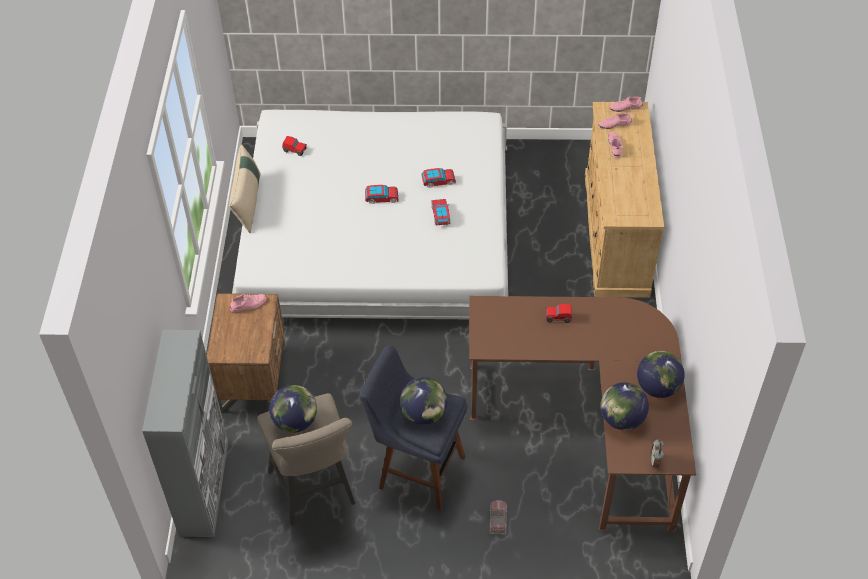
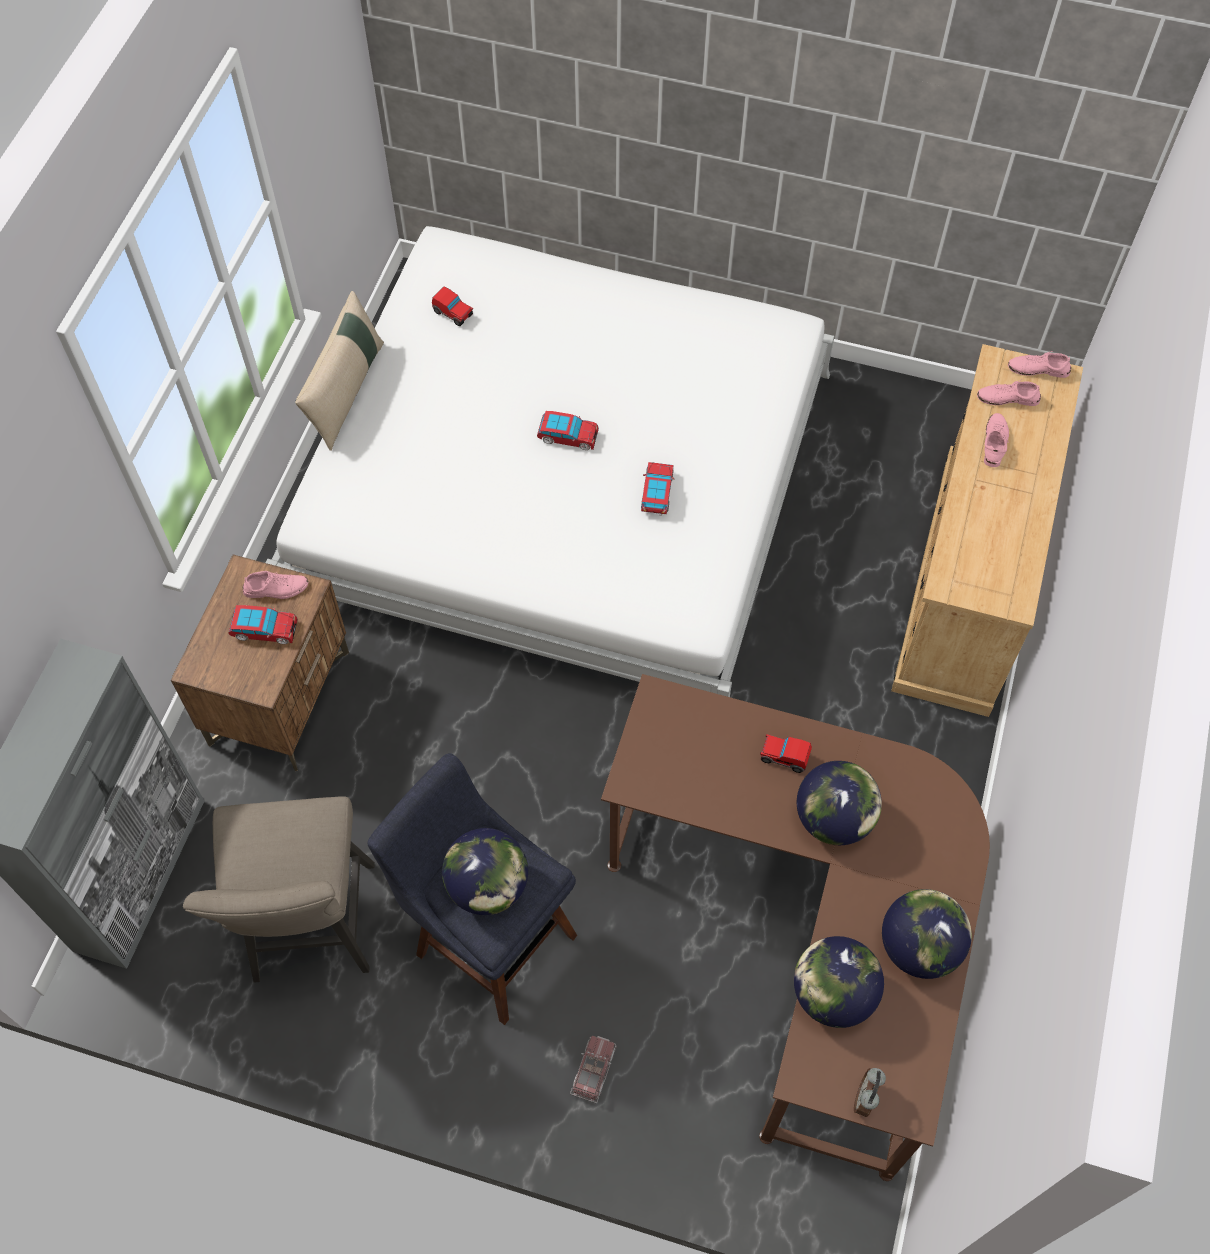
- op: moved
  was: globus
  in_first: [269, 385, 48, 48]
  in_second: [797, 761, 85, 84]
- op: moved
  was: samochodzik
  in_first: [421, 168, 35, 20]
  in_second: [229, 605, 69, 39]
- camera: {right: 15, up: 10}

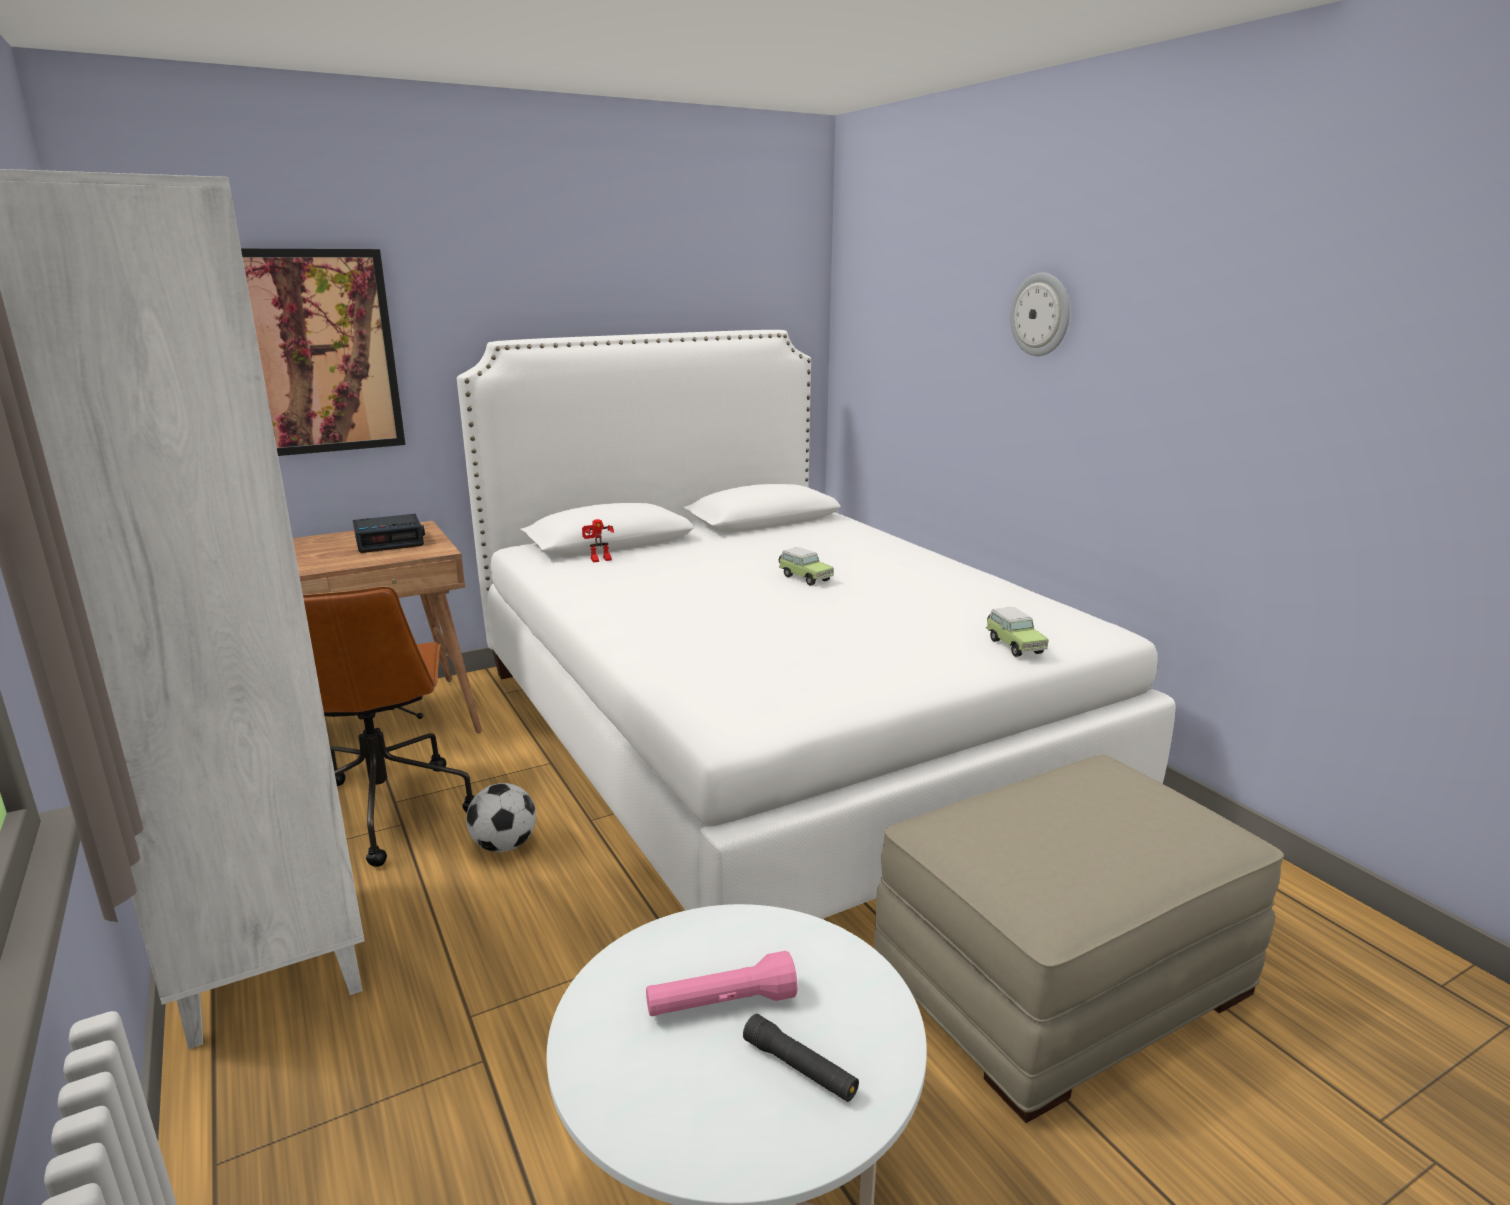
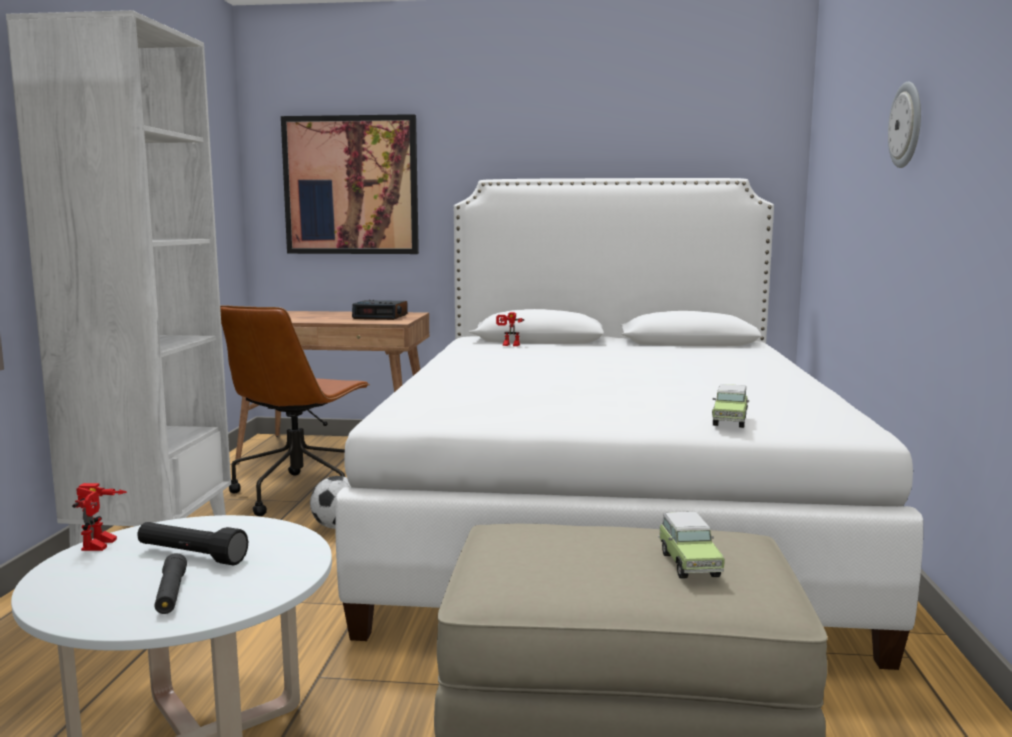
- op: recoloured
  was: latarka (różowy)
  now: latarka (czarny)
  in_first: [646, 951, 152, 65]
  in_second: [137, 522, 111, 44]
- op: moved
  was: samochodzik
  in_first: [779, 547, 55, 38]
  in_second: [658, 512, 67, 67]
- op: added
  now: robot zabawkowy
  in_second: [72, 483, 55, 68]
- camera: {right: 35, up: -10}

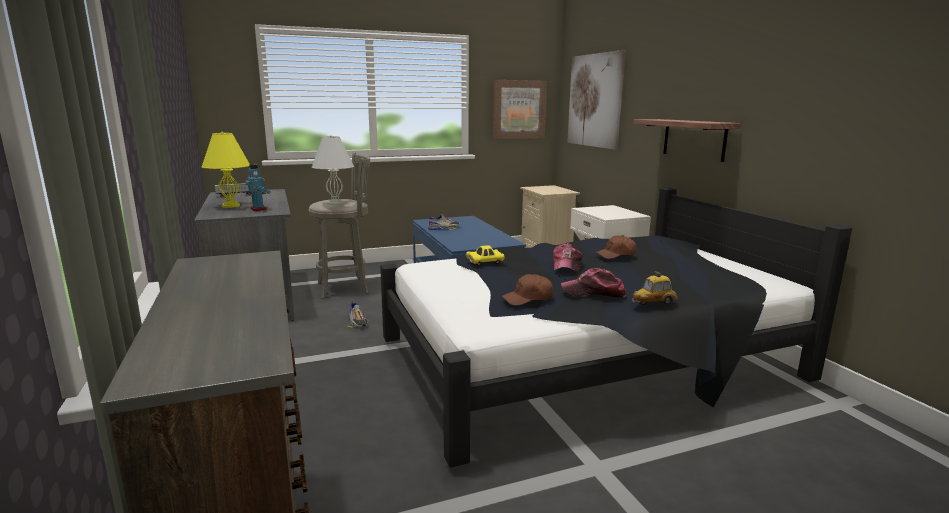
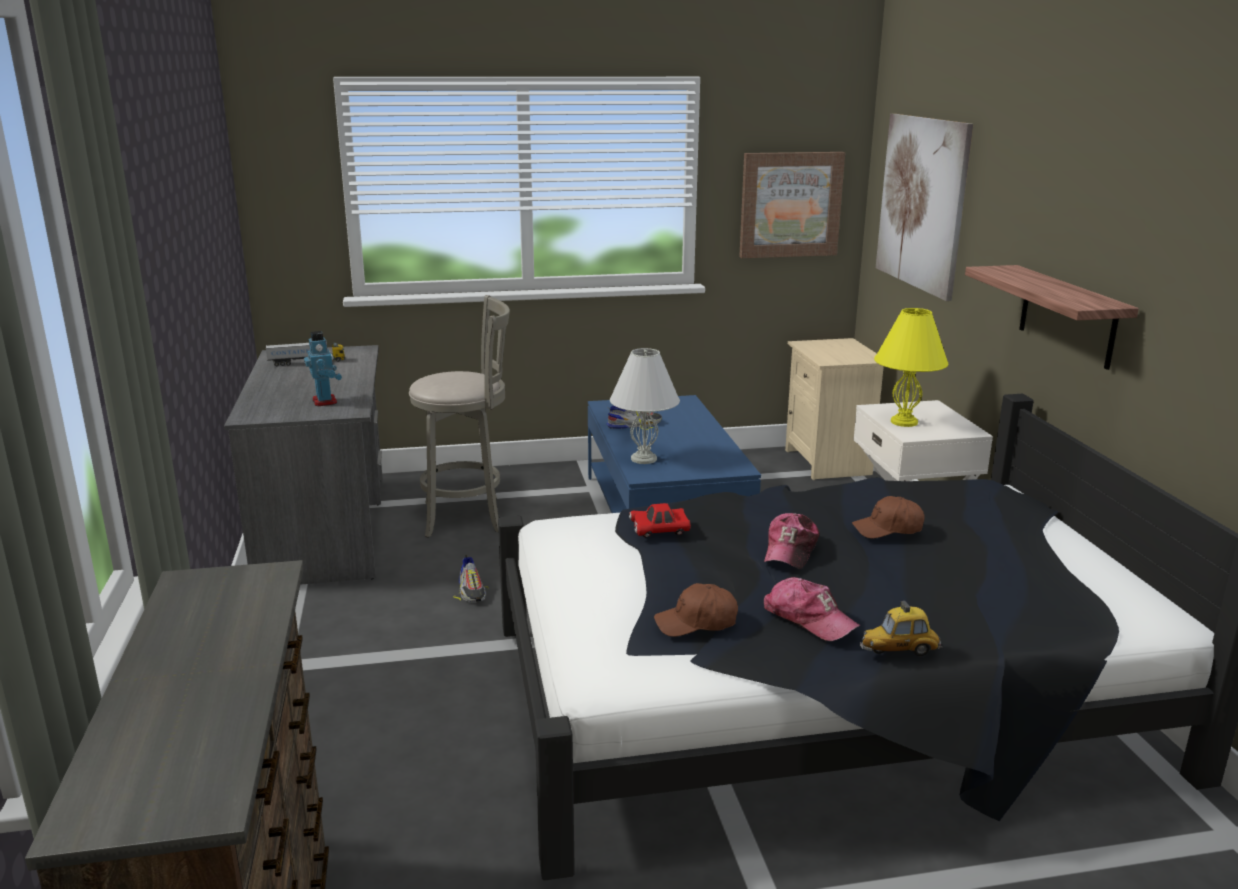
- op: moved
  was: lampa stołowa (żółty)
  in_first: [201, 132, 49, 76]
  in_second: [874, 308, 74, 119]
- op: moved
  was: lampa stołowa (biały)
  in_first: [312, 135, 42, 70]
  in_second: [610, 348, 70, 116]
- op: recoloured
  was: samochodzik (żółty)
  now: samochodzik (czerwony)
  in_first: [465, 245, 39, 21]
  in_second: [629, 503, 62, 34]
- op: turned
  was: czapka z daszkiem
  in_first: [561, 268, 65, 30]
  in_second: [764, 577, 96, 64]
  clockwise: -150
- camera: {right: 10, up: 5}

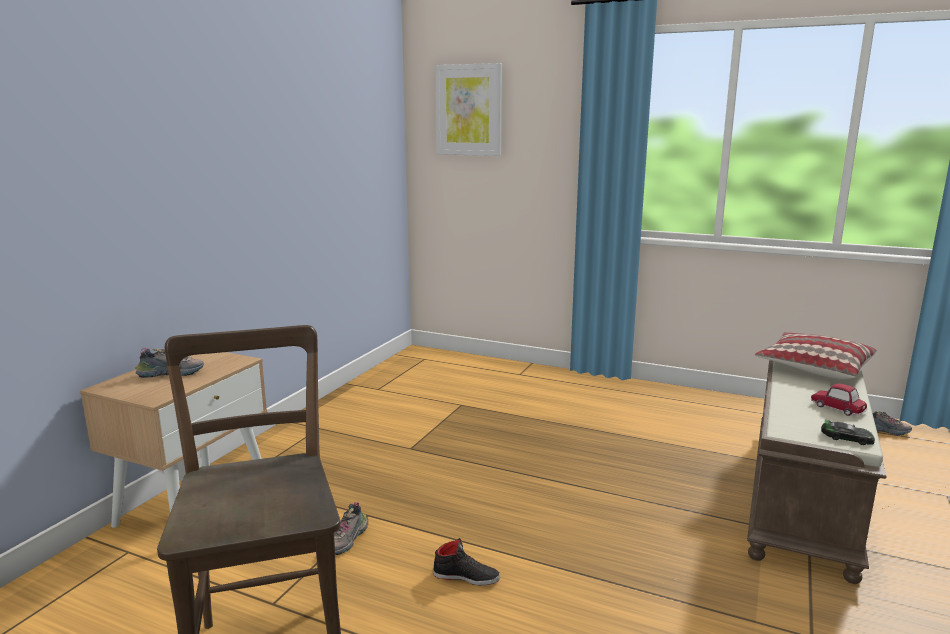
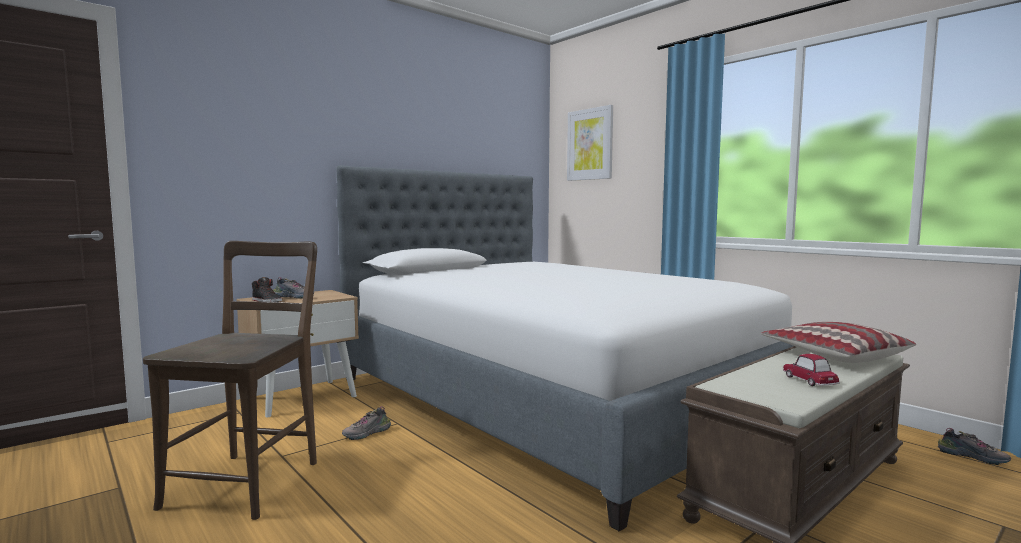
- op: moved
  was: but (czarny)
  in_first: [433, 538, 67, 48]
  in_second: [252, 277, 30, 25]
- op: removed
  was: samochodzik
  in_first: [821, 420, 54, 25]
- op: added
  now: łóżko
  in_second: [336, 165, 457, 366]
- camera: {right: 25, up: -10}

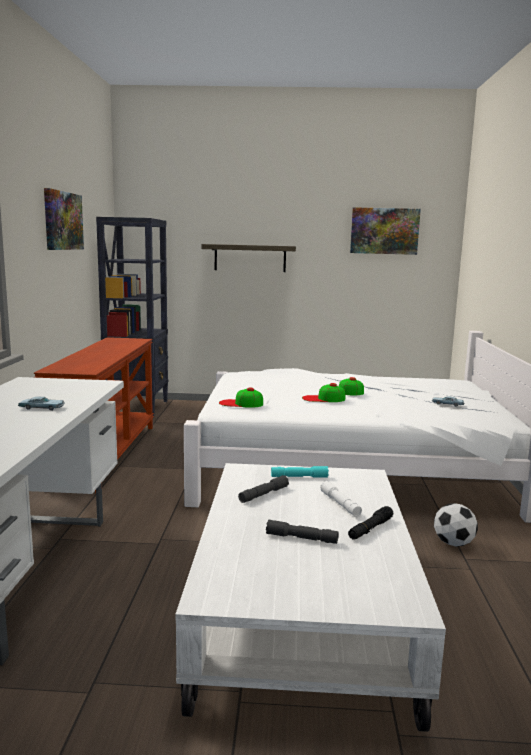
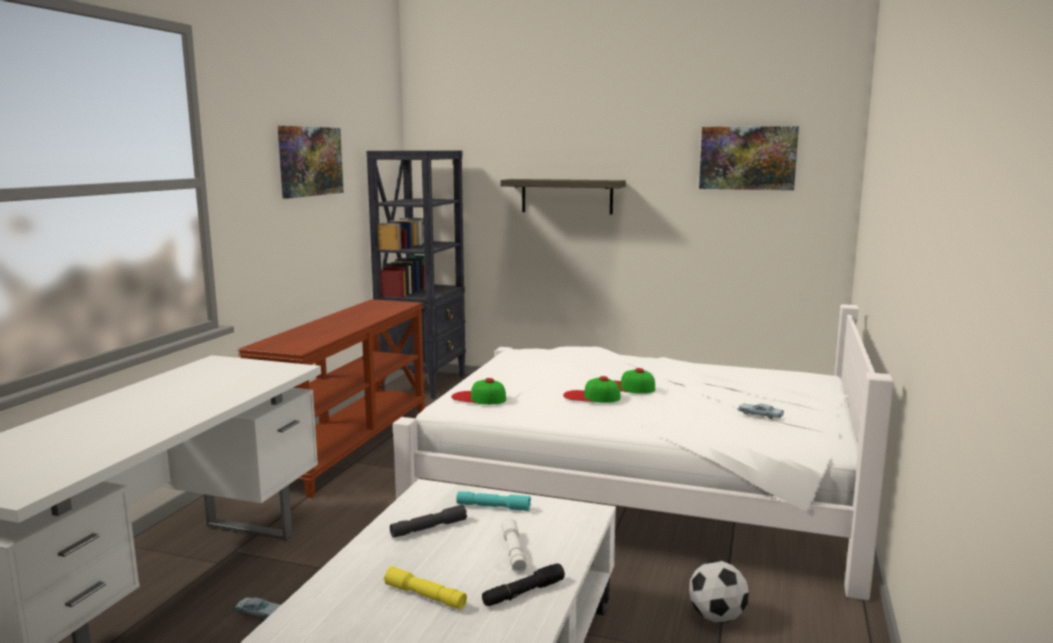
- op: moved
  was: samochodzik (niebieski)
  in_first: [18, 397, 47, 13]
  in_second: [233, 597, 48, 22]
- op: recoloured
  was: latarka (szary)
  now: latarka (żółty)
  in_first: [266, 520, 73, 24]
  in_second: [384, 566, 83, 44]
- camera: {right: 15, up: 0}

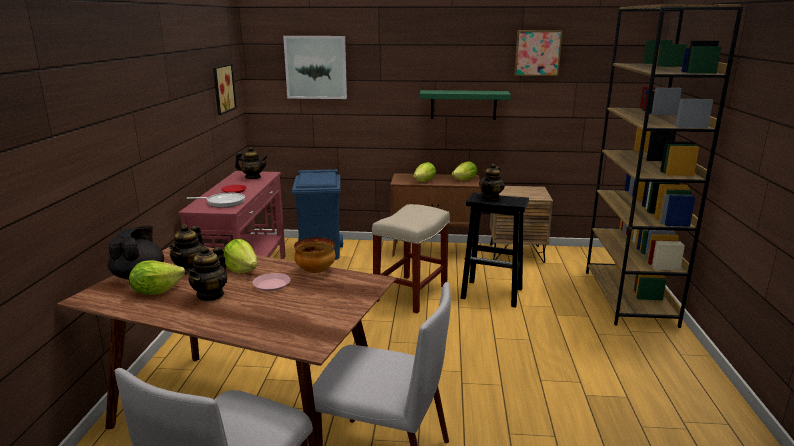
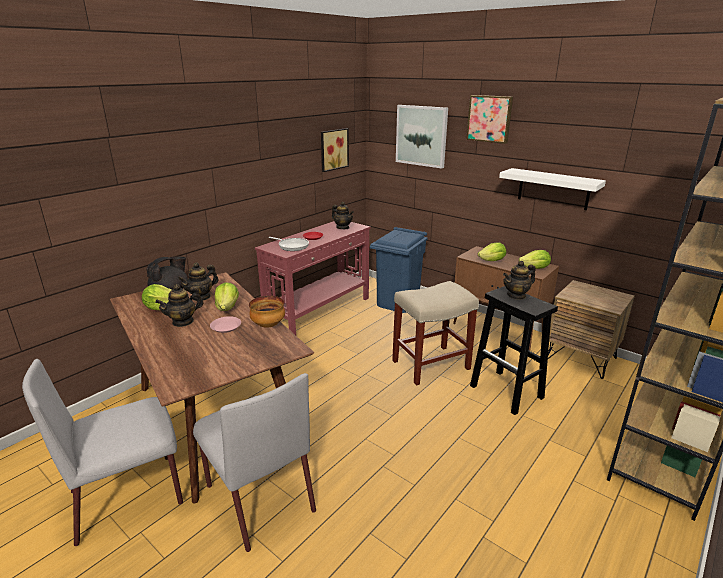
- op: recoloured
  was: półka (zielony)
  now: półka (biały)
  in_first: [420, 90, 91, 30]
  in_second: [499, 168, 107, 42]
- op: moved
  was: obraz
  in_first: [514, 30, 48, 46]
  in_second: [466, 95, 47, 49]
- camera: {right: 35, up: 5}

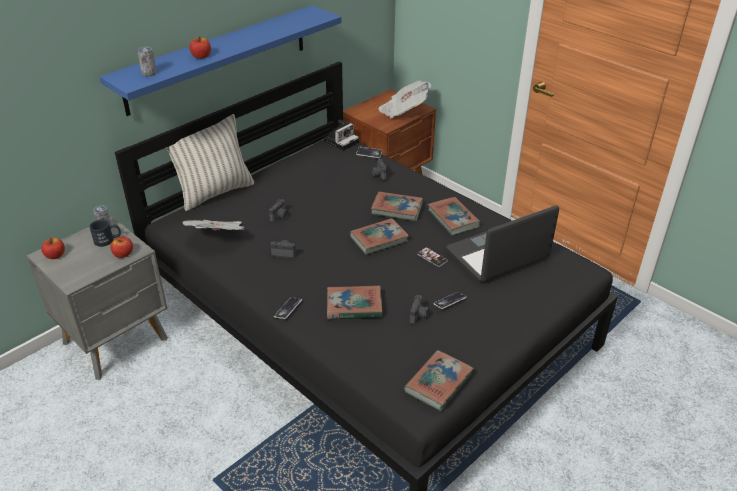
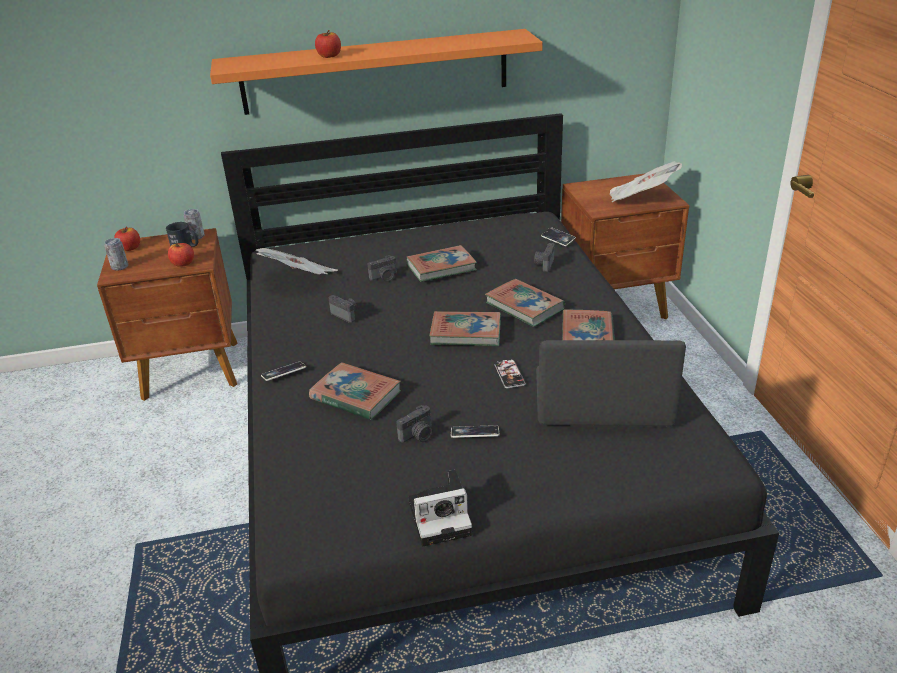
- op: recoloured
  was: szafka nocna (szary)
  now: szafka nocna (brązowy)
  in_first: [27, 217, 141, 163]
  in_second: [97, 228, 141, 173]
- op: recoloured
  was: półka (niebieski)
  now: półka (pomarańczowy)
  in_first: [100, 5, 242, 111]
  in_second: [210, 29, 333, 86]
- op: moved
  was: puszka
  in_first: [138, 47, 19, 29]
  in_second: [104, 238, 24, 33]
- op: removed
  was: poduszka
  in_first: [166, 114, 88, 97]
- op: moved
  was: aparat fotograficzny
  in_first: [324, 120, 35, 31]
  in_second: [409, 470, 63, 76]
- op: moved
  was: książka
  in_first: [404, 350, 70, 61]
  in_second: [406, 245, 71, 37]
- camera: {right: 35, up: -5}

